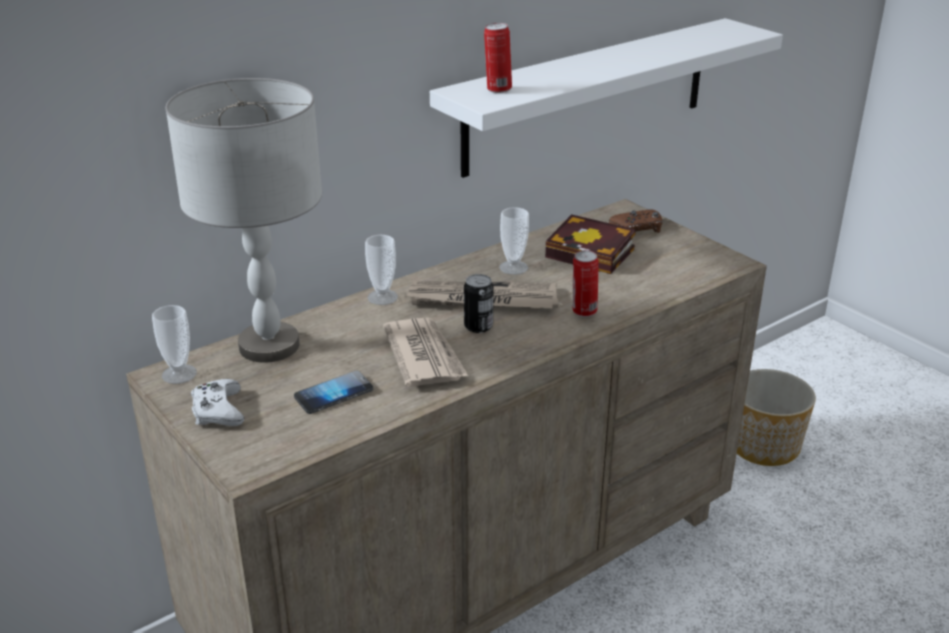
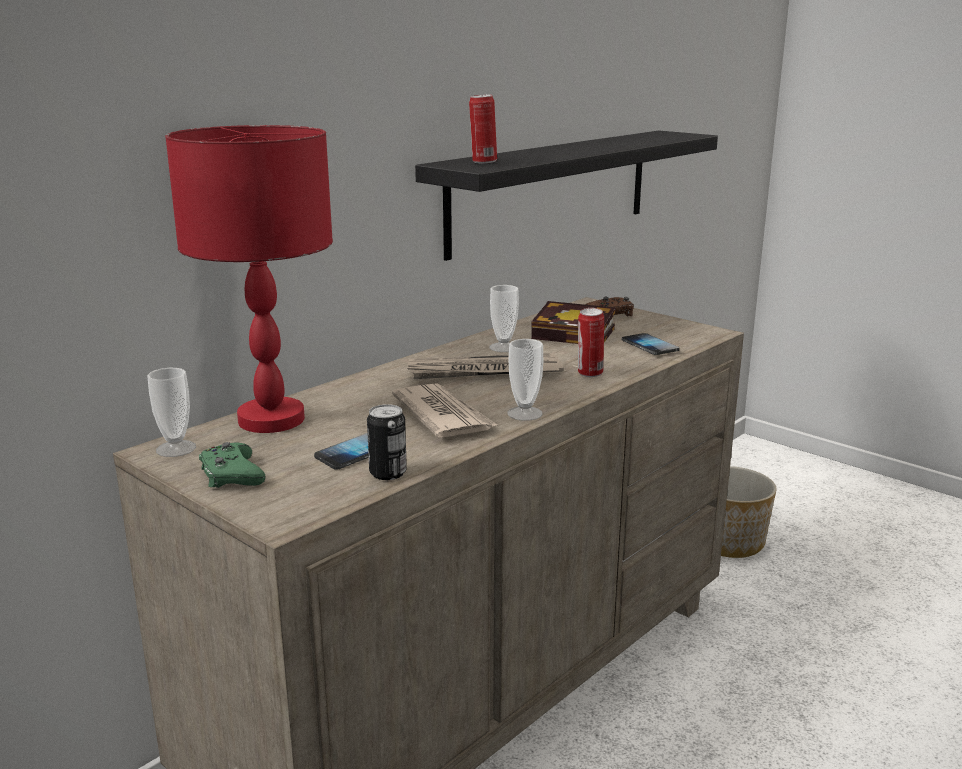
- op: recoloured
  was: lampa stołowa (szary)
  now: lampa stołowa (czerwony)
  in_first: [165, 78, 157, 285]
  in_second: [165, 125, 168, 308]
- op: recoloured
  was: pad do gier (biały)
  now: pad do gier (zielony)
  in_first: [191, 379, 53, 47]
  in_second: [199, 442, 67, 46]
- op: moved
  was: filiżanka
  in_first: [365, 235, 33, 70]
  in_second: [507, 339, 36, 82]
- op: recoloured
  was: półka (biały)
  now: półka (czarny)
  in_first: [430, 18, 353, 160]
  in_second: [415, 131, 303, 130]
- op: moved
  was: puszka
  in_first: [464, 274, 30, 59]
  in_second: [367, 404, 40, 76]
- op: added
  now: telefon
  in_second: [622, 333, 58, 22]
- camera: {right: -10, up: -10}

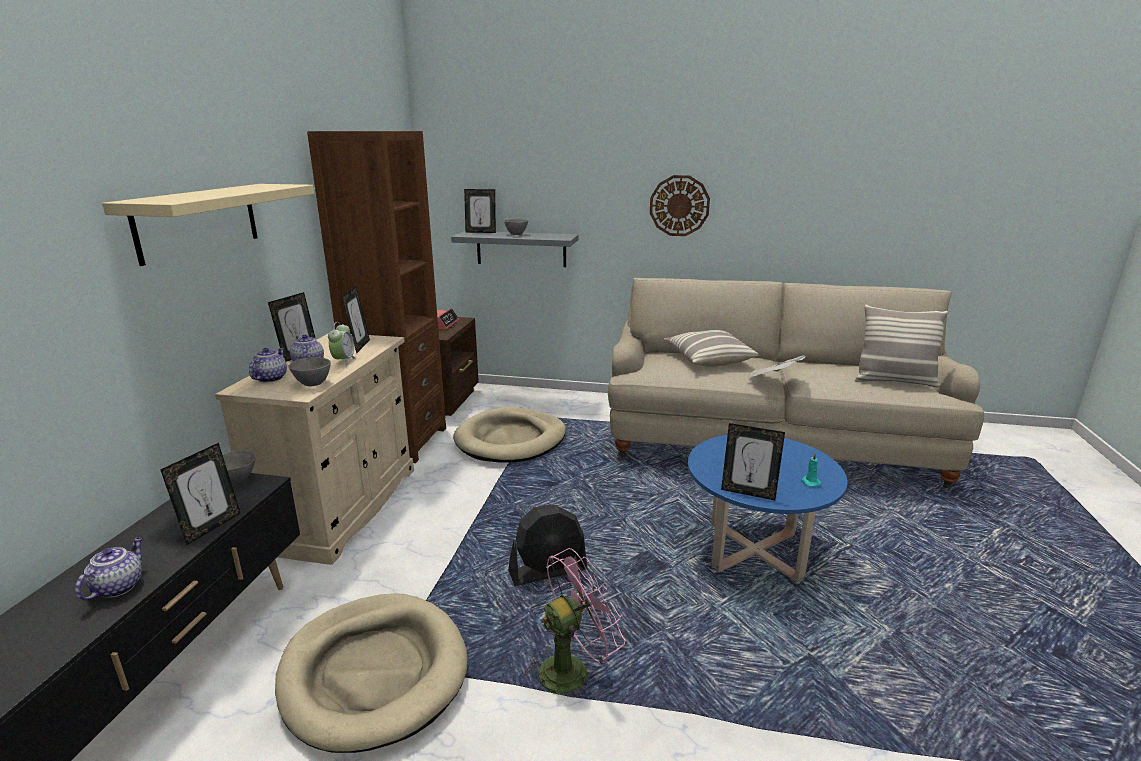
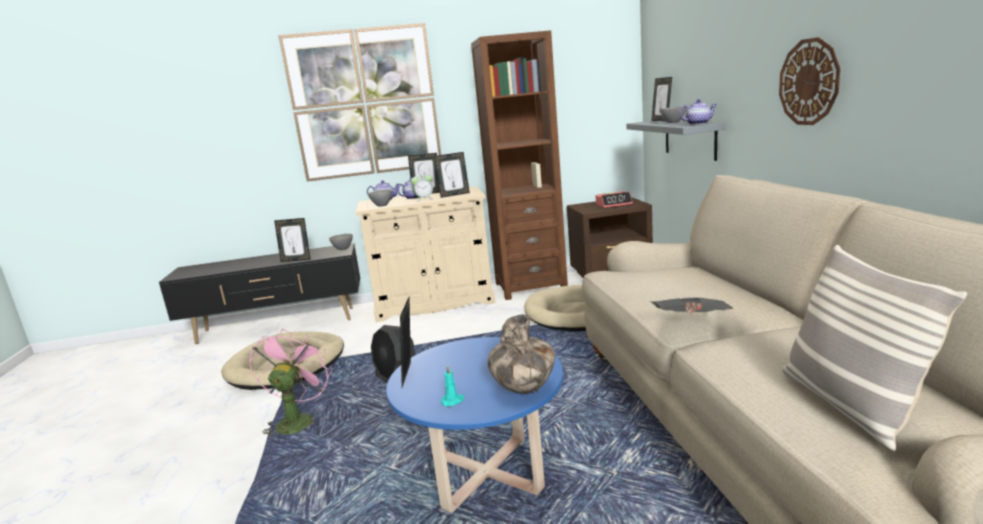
- op: moved
  was: imbryk
  in_first: [75, 537, 68, 63]
  in_second: [679, 99, 37, 26]
- op: replaced
  was: półka (beżowy)
  now: obraz
  in_first: [102, 184, 212, 82]
  in_second: [278, 23, 163, 159]
- op: turned
  was: wentylator (różowy)
  in_first: [525, 548, 100, 146]
  in_second: [249, 329, 83, 110]
  clockwise: -120
- op: removed
  was: poduszka
  in_first: [664, 330, 95, 37]
- op: added
  now: wazon
  in_second: [488, 314, 67, 80]
- camera: {right: 70, up: -5}

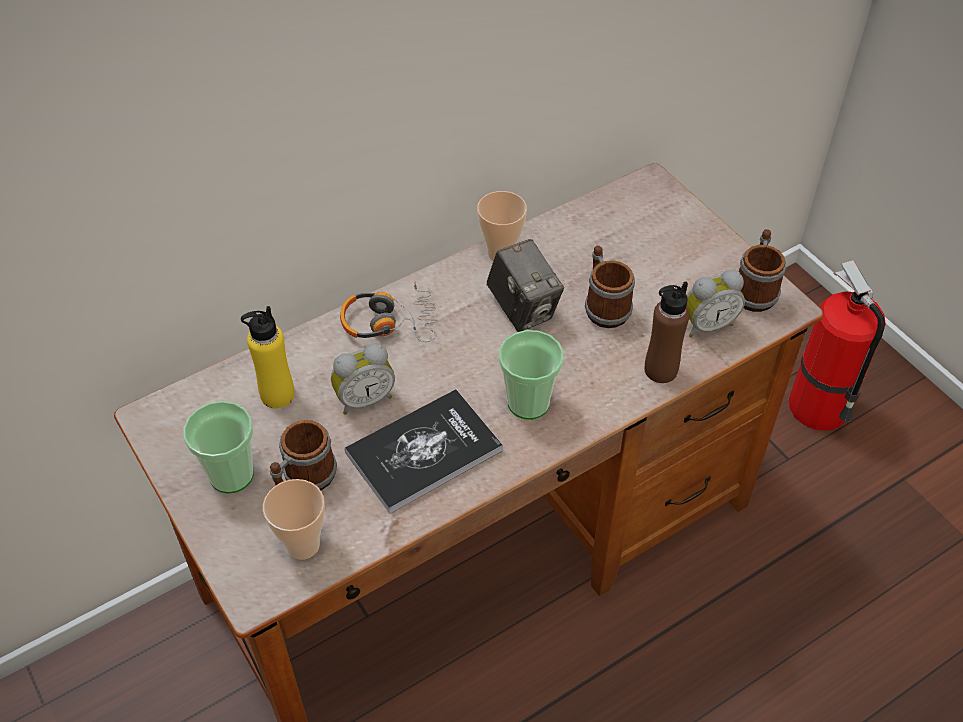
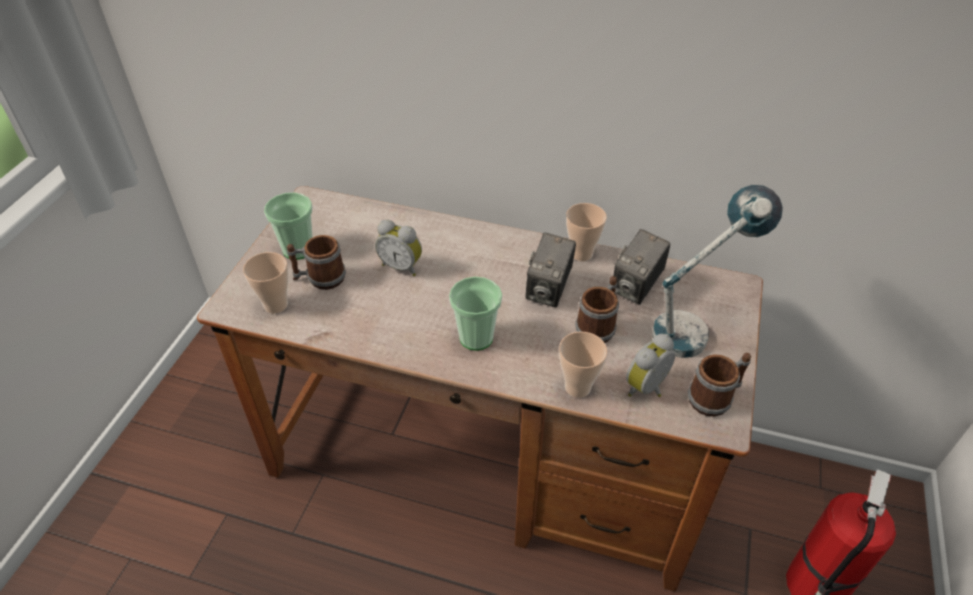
- op: removed
  was: butelka (żółty)
  in_first: [241, 306, 54, 102]
- op: removed
  was: słuchawki
  in_first: [340, 282, 99, 60]
- op: removed
  was: książka
  in_first: [345, 389, 158, 125]
- op: replaced
  was: butelka (brązowy)
  now: filiżanka
  in_first: [645, 282, 45, 101]
  in_second: [559, 332, 48, 66]
- op: turned
  was: budzik
  in_first: [686, 270, 59, 68]
  in_second: [626, 334, 49, 63]
  clockwise: 105
- op: added
  now: aparat fotograficzny
  in_second: [613, 229, 57, 76]
- op: added
  now: lampa stołowa
  in_second: [652, 185, 131, 173]
- camera: {right: 50, up: -5}

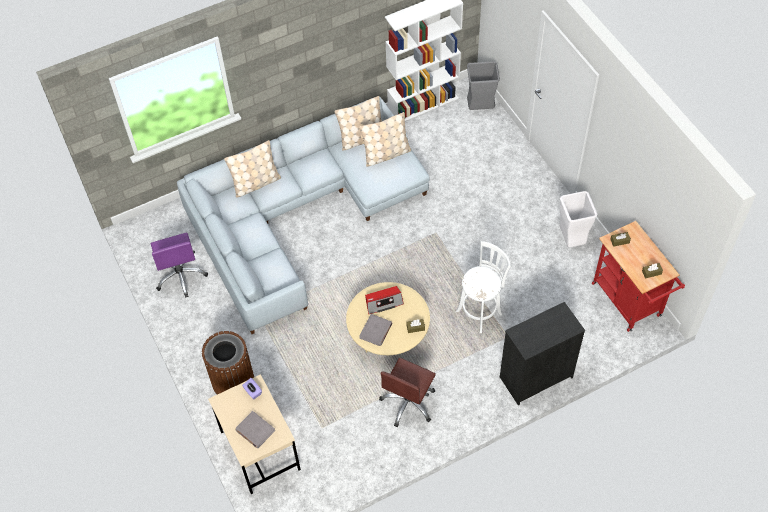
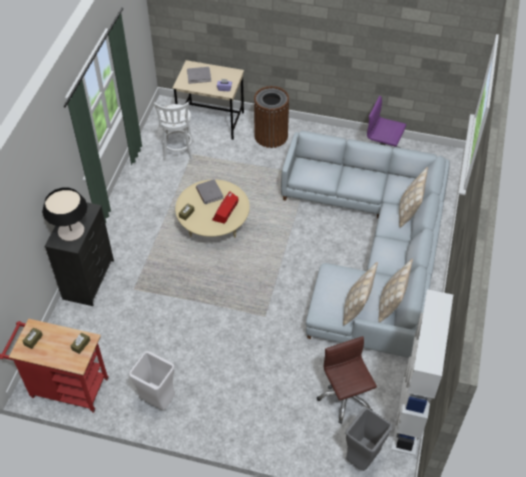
- op: moved
  was: krzesło biurowe (brązowy)
  in_first: [379, 358, 57, 69]
  in_second: [317, 336, 60, 88]
- op: moved
  was: stołek (biały)
  in_first: [456, 241, 55, 92]
  in_second: [154, 102, 40, 58]
- op: added
  now: lampa stołowa
  in_second: [42, 188, 45, 53]
- camera: {right: 130, up: -5}

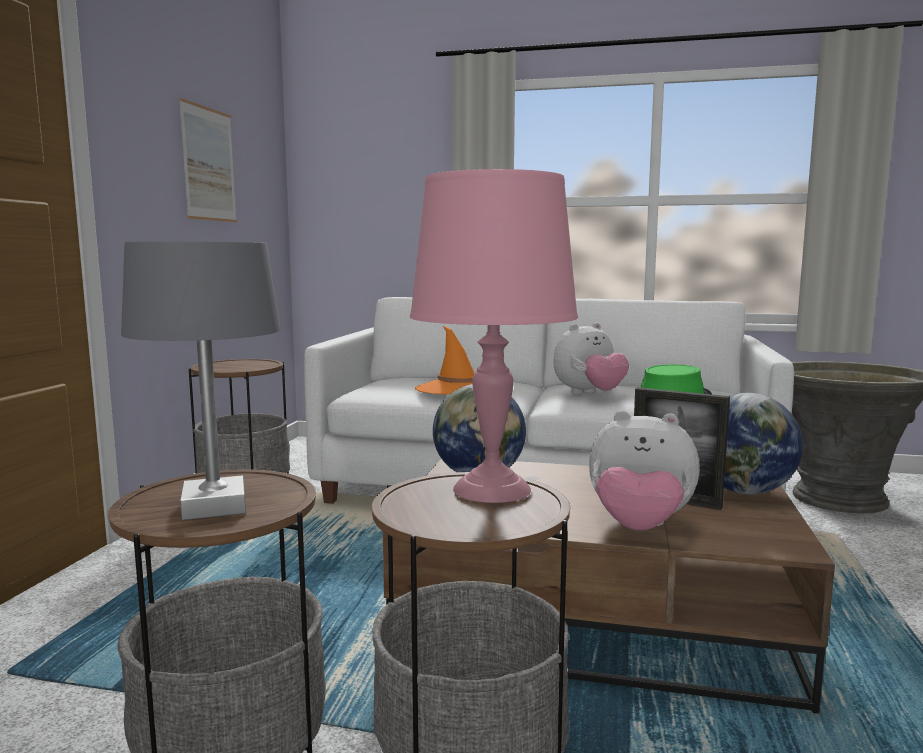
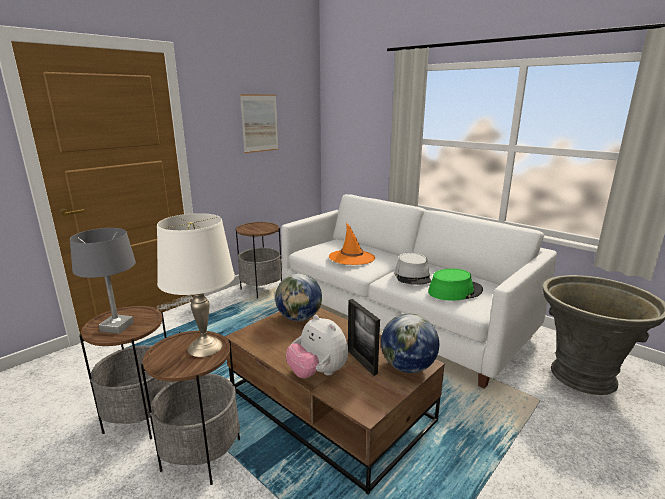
- op: recoloured
  was: lampa stołowa (różowy)
  now: lampa stołowa (biały)
  in_first: [410, 169, 168, 334]
  in_second: [157, 213, 78, 144]
- op: replaced
  was: pluszak
  now: kapelusz (szary)
  in_first: [553, 323, 76, 72]
  in_second: [395, 253, 36, 32]
- camera: {right: 30, up: 10}

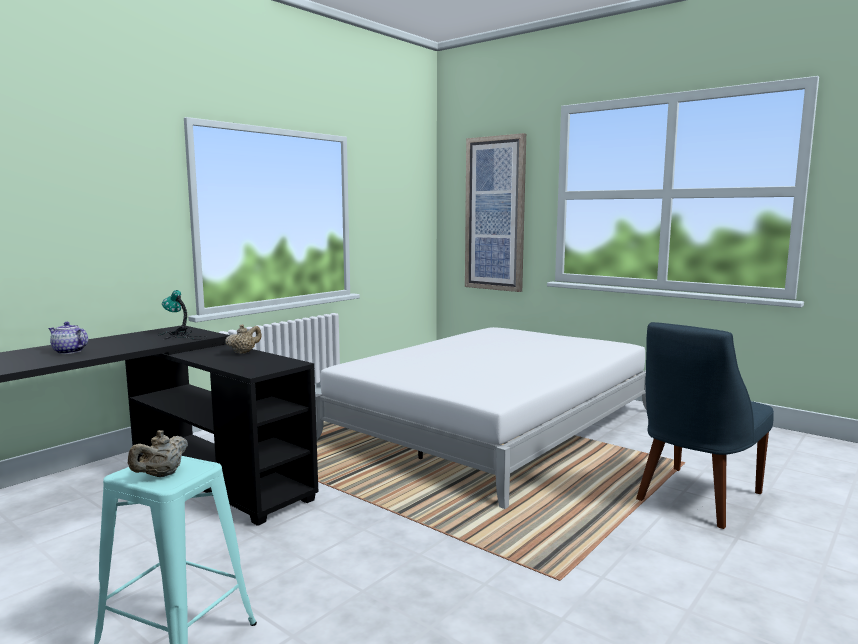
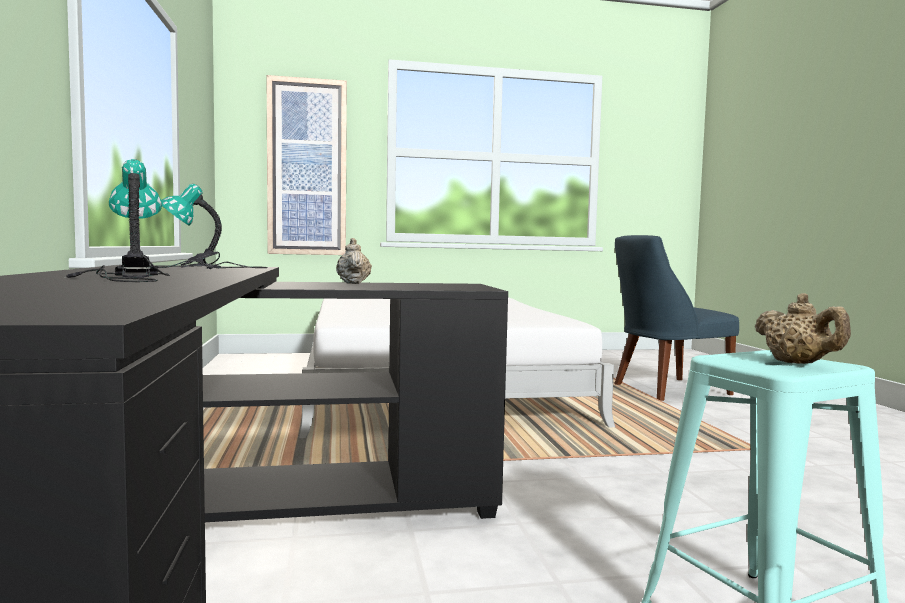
- op: replaced
  was: imbryk
  now: lampa stołowa
  in_first: [48, 322, 40, 32]
  in_second: [64, 159, 106, 123]
- op: turned
  was: krzesło (niebieski)
  in_first: [636, 322, 138, 207]
  in_second: [614, 235, 125, 166]
  clockwise: 75
- camera: {right: -50, up: -5}

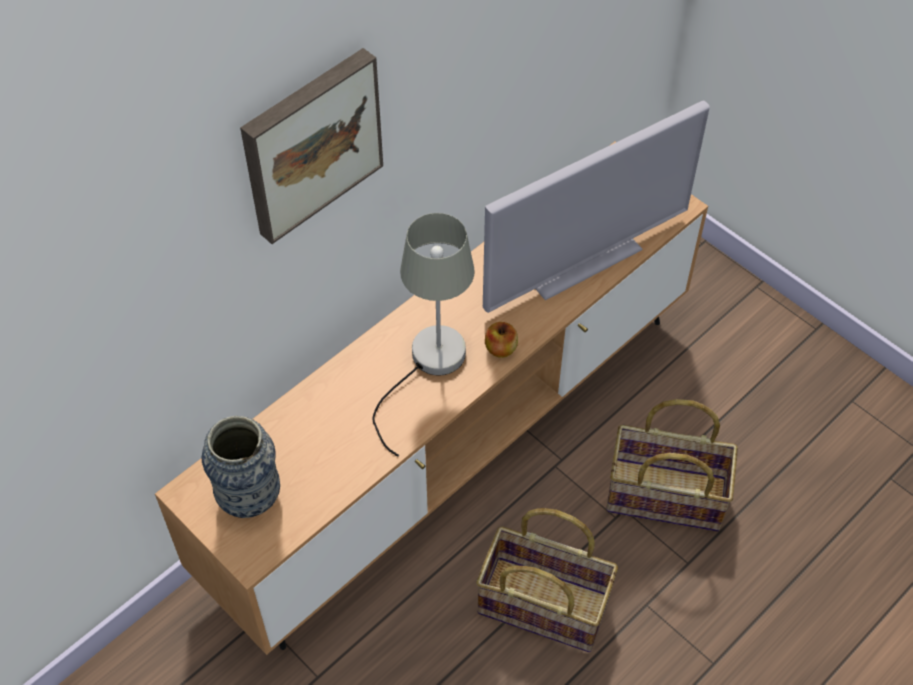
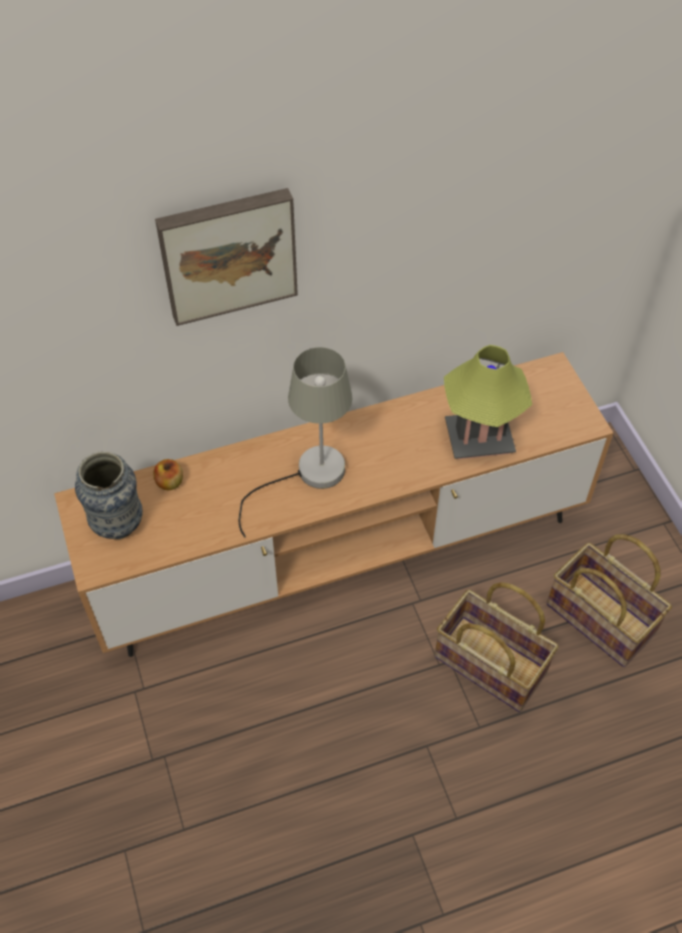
- op: moved
  was: koszyk
  in_first: [476, 508, 142, 144]
  in_second: [547, 534, 125, 133]
- op: replaced
  was: telewizor
  now: lampa stołowa
  in_first: [483, 100, 227, 213]
  in_second: [444, 345, 88, 114]
- op: moved
  was: jabłko
  in_first: [485, 322, 33, 36]
  in_second: [154, 459, 29, 31]
- camera: {right: 25, up: 0}

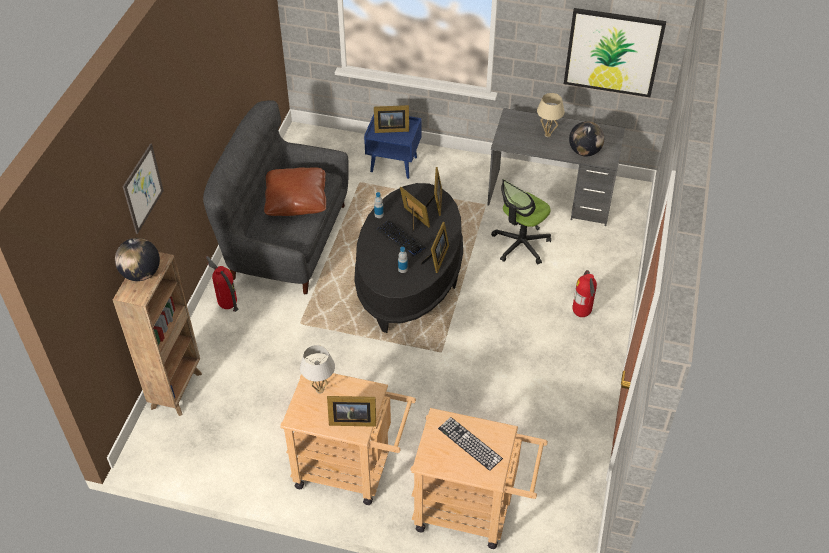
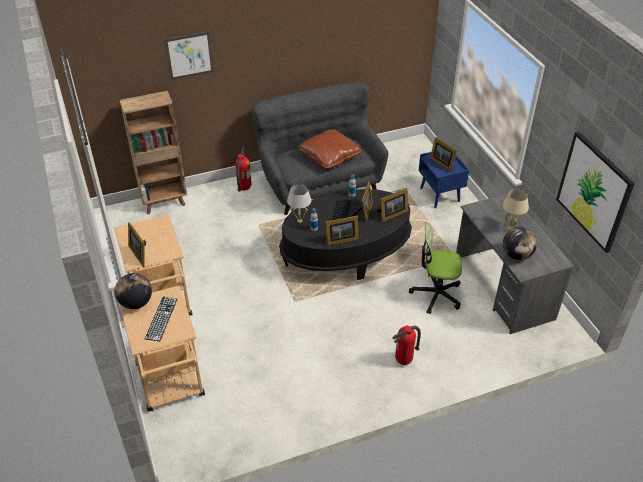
- op: moved
  was: globus
  in_first: [115, 238, 45, 43]
  in_second: [115, 273, 37, 36]
- op: moved
  was: lampa stołowa (biały)
  in_first: [300, 345, 35, 49]
  in_second: [287, 184, 25, 39]
- camera: {right: 55, up: -5}

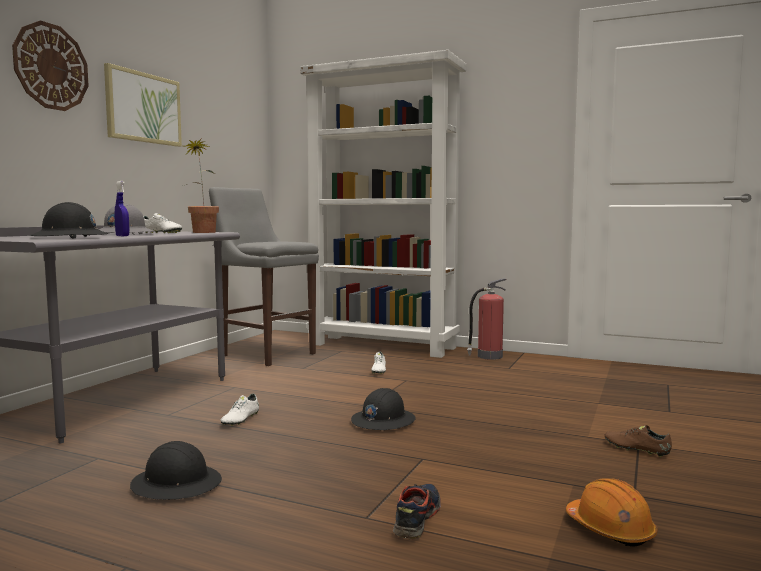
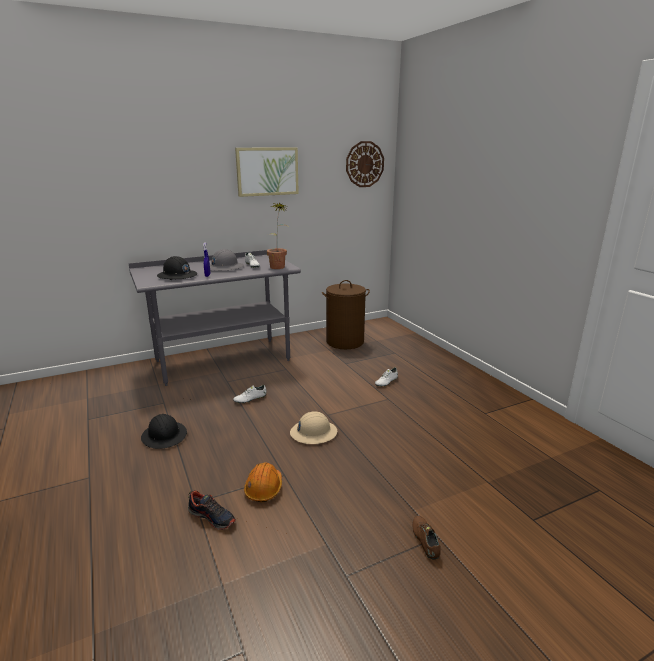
- op: moved
  was: zegar ścienny
  in_first: [12, 20, 77, 91]
  in_second: [346, 141, 38, 46]
- op: replaced
  was: stołek (szary)
  now: kosz na pranie (brązowy)
  in_first: [209, 187, 110, 179]
  in_second: [322, 280, 48, 69]
- op: removed
  was: regał (biały)
  in_first: [300, 50, 166, 308]
- op: recoloured
  was: kask (czarny)
  now: kask (beżowy)
  in_first: [351, 388, 65, 42]
  in_second: [290, 411, 47, 33]
- op: turned
  was: but
  in_first: [393, 484, 48, 55]
  in_second: [188, 490, 48, 40]
  clockwise: 60
- op: removed
  was: gaśnica
  in_first: [467, 278, 39, 82]
- op: moved
  was: kask (pomarańczowy)
  in_first: [566, 478, 91, 69]
  in_second: [244, 462, 38, 40]
- camera: {right: 40, up: 15}

